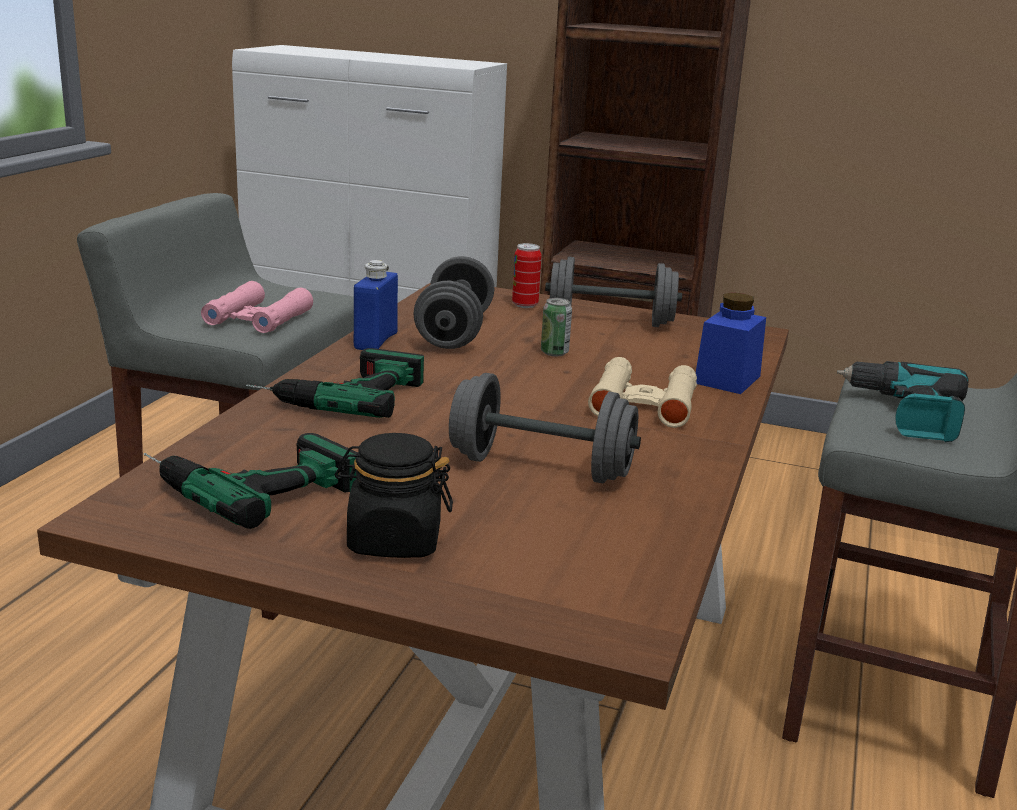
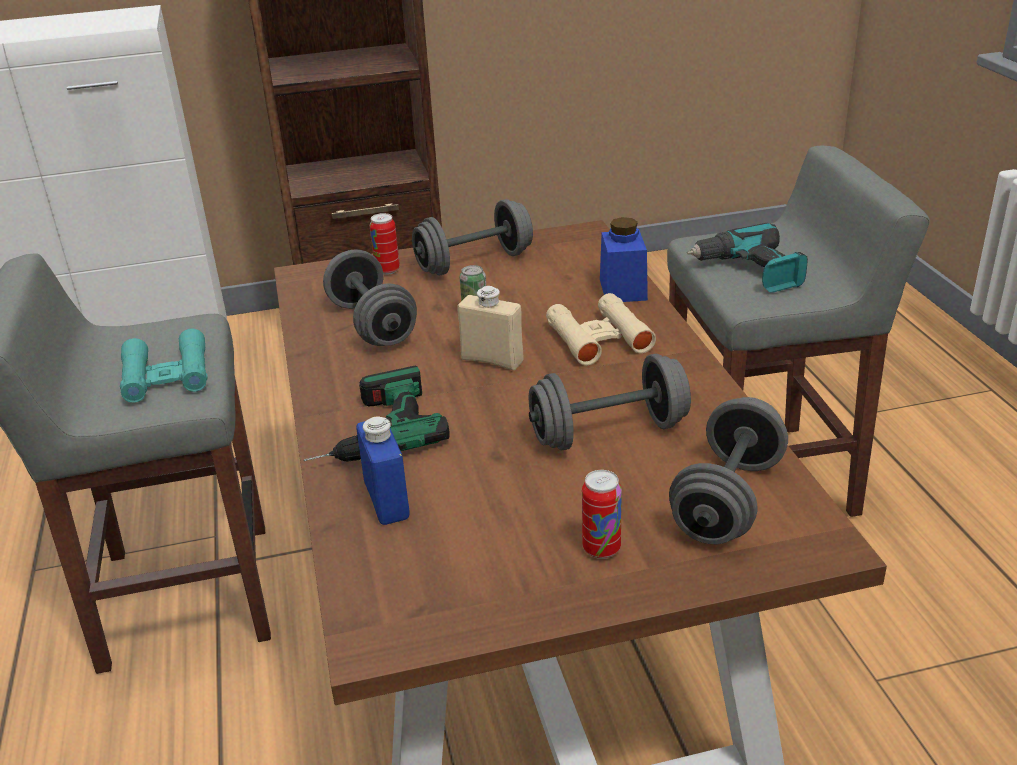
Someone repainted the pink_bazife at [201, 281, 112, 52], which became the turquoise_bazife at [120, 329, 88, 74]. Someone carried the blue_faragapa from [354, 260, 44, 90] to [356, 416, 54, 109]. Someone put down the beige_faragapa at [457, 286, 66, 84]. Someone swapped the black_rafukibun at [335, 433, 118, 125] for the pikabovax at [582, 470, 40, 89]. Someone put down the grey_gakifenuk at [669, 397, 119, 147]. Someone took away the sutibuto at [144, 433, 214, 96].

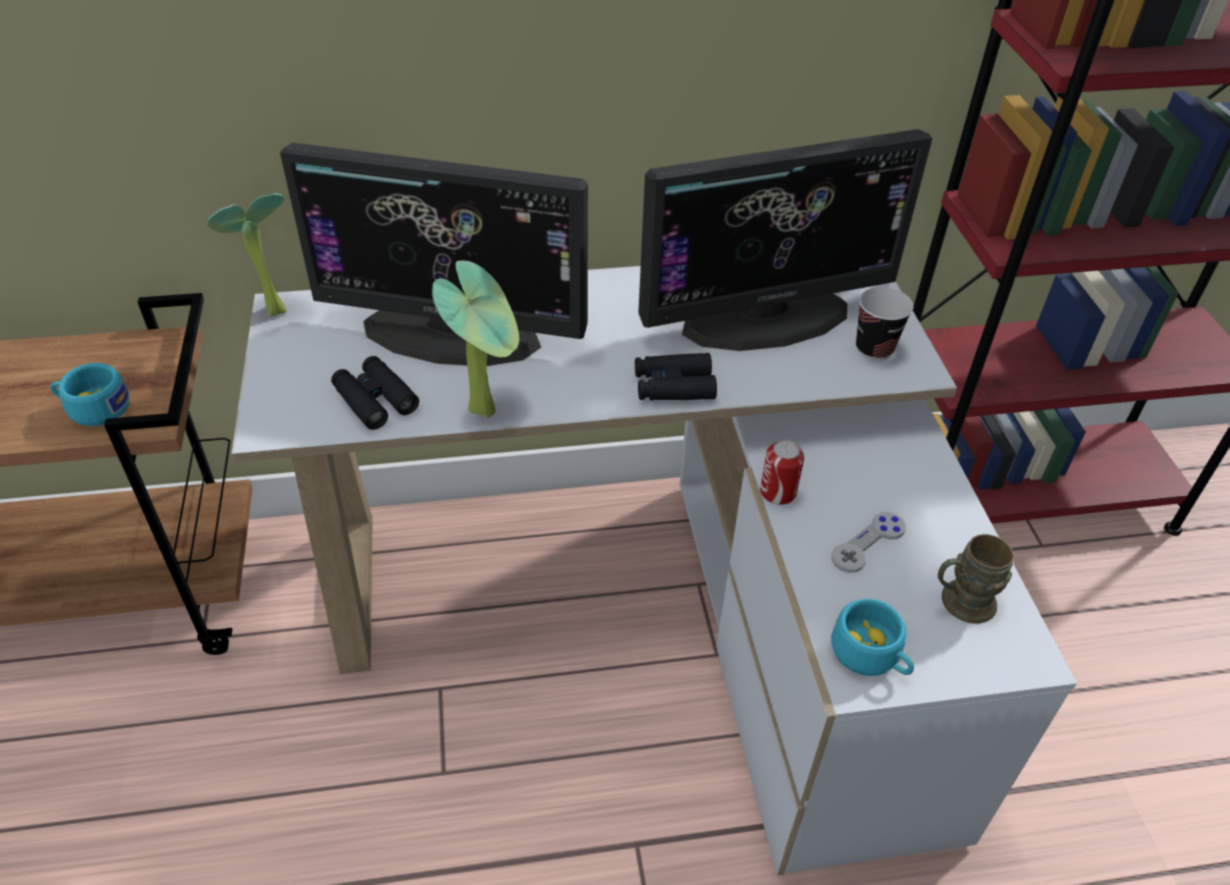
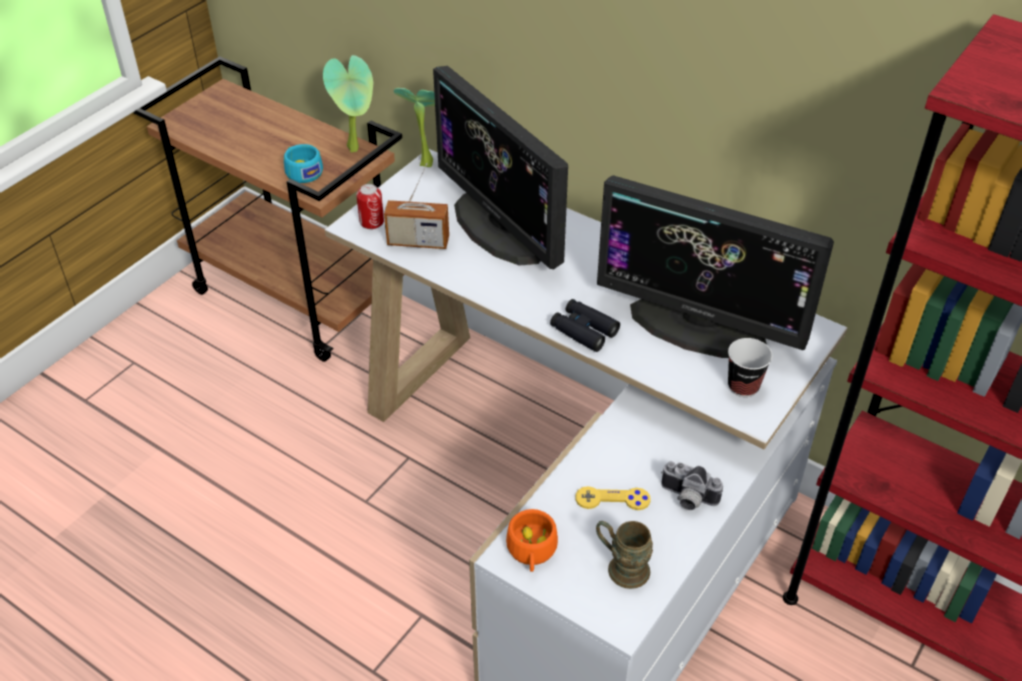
Someone carried the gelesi from [432, 261, 87, 157] to [323, 55, 50, 97]. Someone carried the pikabovax from [760, 440, 44, 65] to [356, 184, 28, 45]. Someone swapped the black_bazife at [331, 356, 88, 74] for the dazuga at [384, 163, 65, 86]. Someone repainted the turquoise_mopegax at [831, 599, 83, 77], which became the orange_mopegax at [506, 509, 52, 63]. Someone repainted the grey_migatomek at [832, 512, 74, 61], which became the yellow_migatomek at [576, 486, 75, 24]. Someone put down the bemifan at [661, 462, 62, 48].

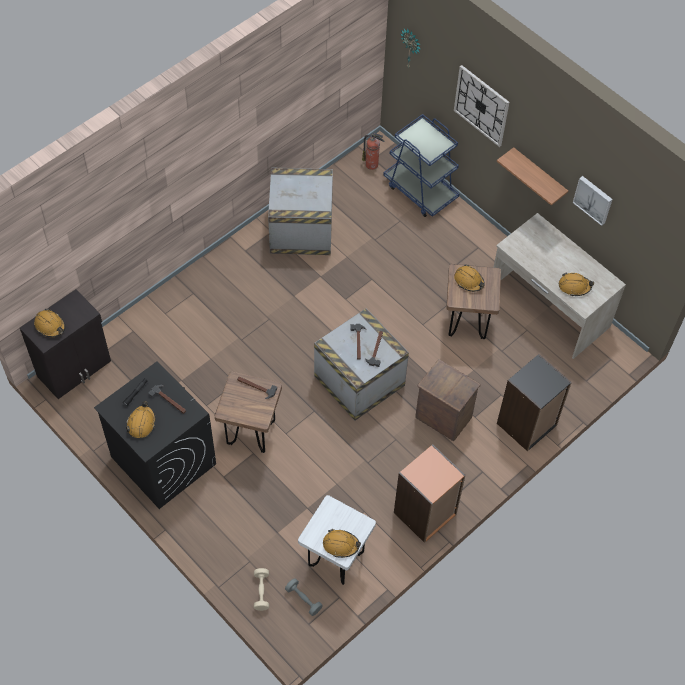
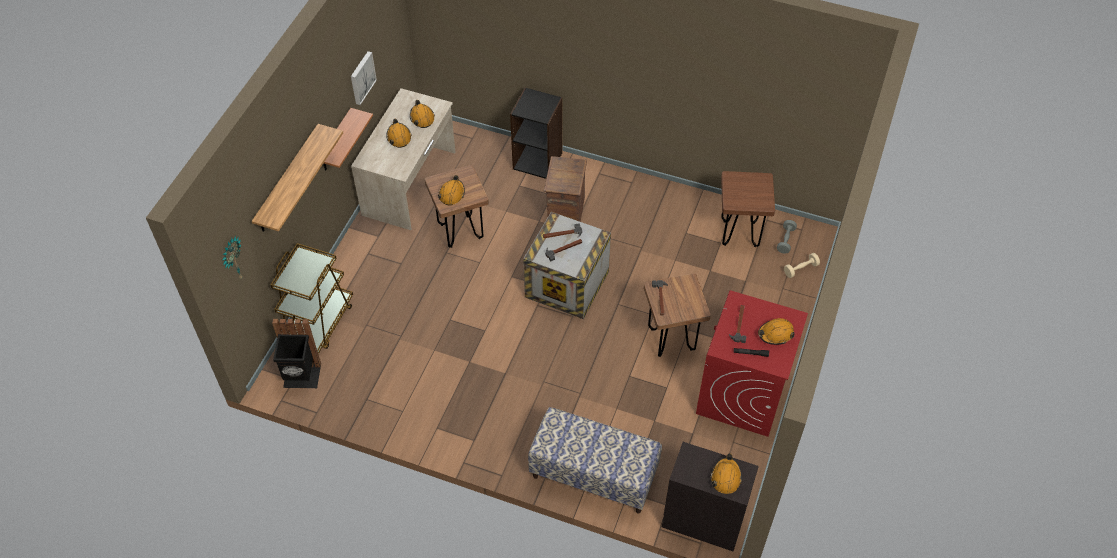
Someone swapped the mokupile at [454, 65, 55, 82] for the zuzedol at [252, 124, 91, 108]. Someone repainted the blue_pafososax at [383, 114, 76, 103], which became the brown_pafososax at [270, 243, 83, 111]. Someone swapped the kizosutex at [362, 133, 23, 37] for the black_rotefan at [272, 319, 49, 69]. Someone carried the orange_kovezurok from [323, 529, 38, 29] to [386, 119, 26, 29]. Someone put down the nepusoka at [528, 407, 134, 107]. Someone repainted the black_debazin at [94, 361, 122, 148], which became the red_debazin at [696, 290, 112, 147]. Someone repainted the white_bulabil at [298, 495, 78, 90], which became the brown_bulabil at [721, 171, 54, 76]. Someone took away the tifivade at [268, 167, 65, 88]. Someone took away the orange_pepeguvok at [394, 444, 72, 99].

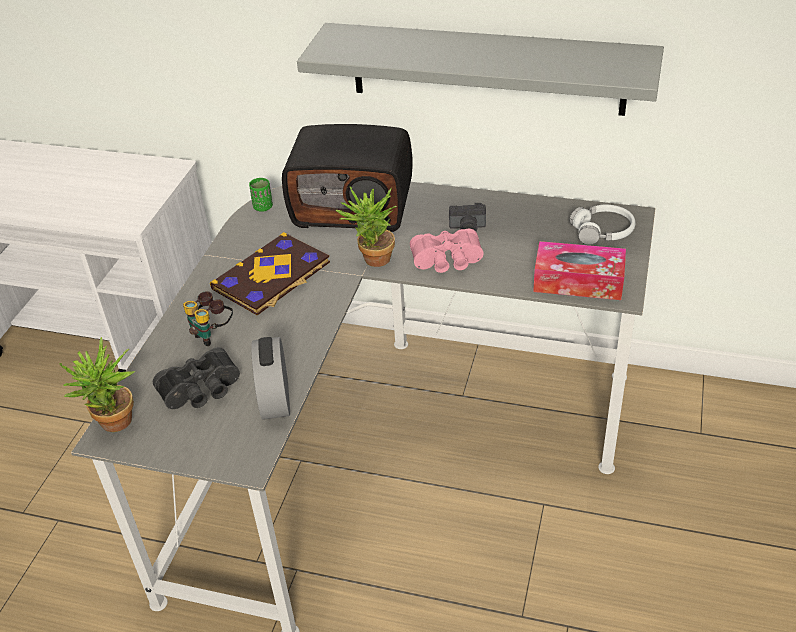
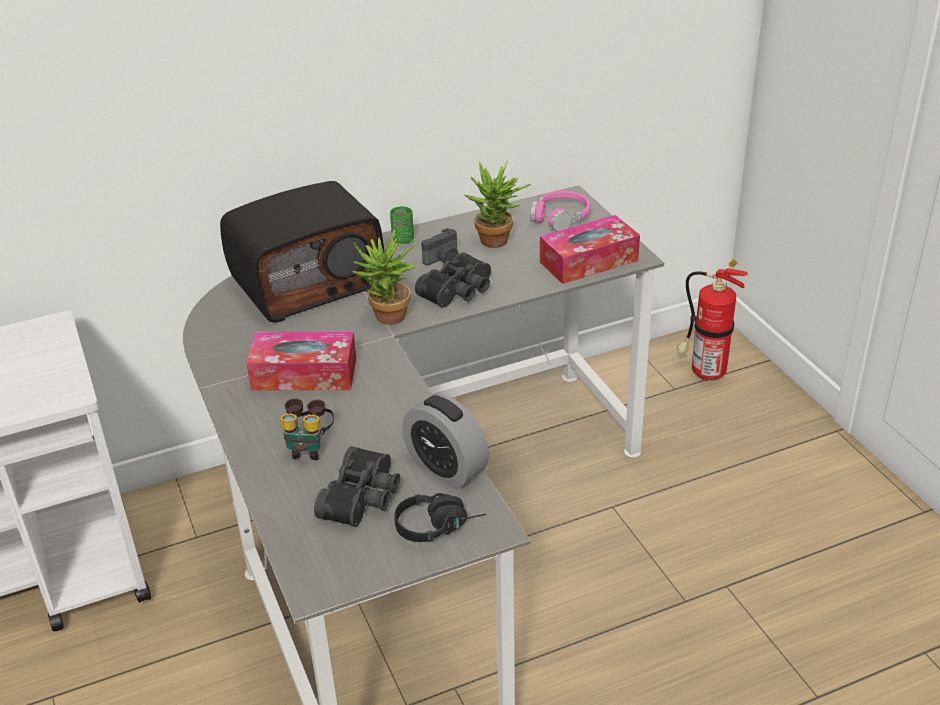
Someone swapped the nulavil at [210, 232, 120, 84] for the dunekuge at [246, 331, 110, 60]. Someone carried the green_mopegax from [249, 178, 24, 34] to [390, 206, 24, 38]. Someone put down the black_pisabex at [394, 493, 92, 49]. Someone repainted the pink_bazife at [410, 229, 74, 44], which became the black_bazife at [415, 252, 76, 56]. Someone carried the gelesi from [59, 337, 76, 95] to [465, 161, 66, 87]. Someone repainted the white_pisabex at [570, 205, 65, 40], which became the pink_pisabex at [530, 191, 61, 40]. Someone put down the kizosutex at [677, 259, 71, 122]. Someone took away the grey_zuzedol at [297, 23, 367, 93].

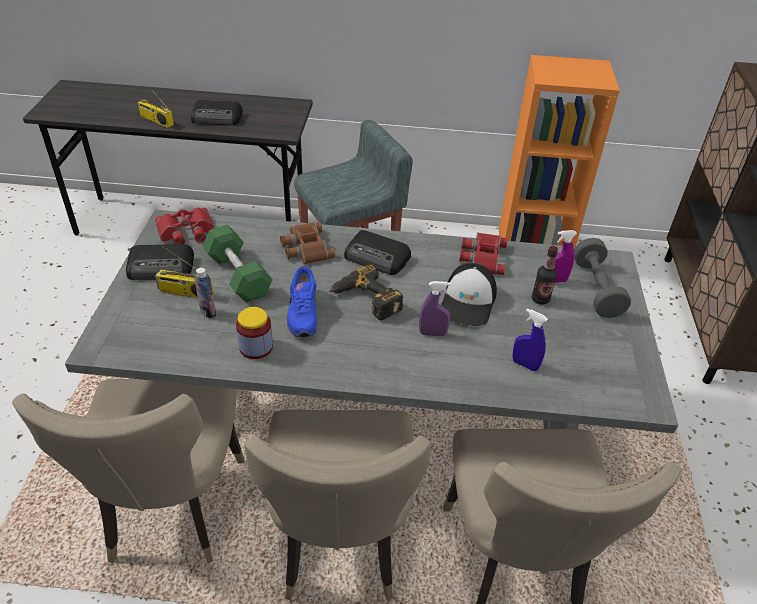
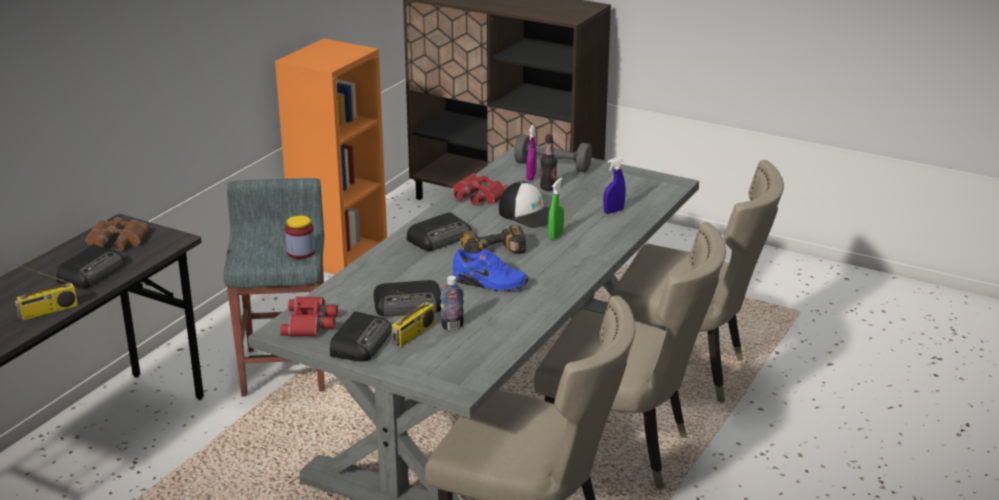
Someone carried the brown_bazife from [280, 222, 55, 42] to [85, 217, 64, 34]. Someone carried the rafukibun from [236, 307, 37, 52] to [285, 215, 30, 44]. Someone swapped the green_gakifenuk at [202, 225, 71, 78] for the dazuga at [373, 280, 68, 36]. Someone repainted the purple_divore at [419, 281, 32, 55], which became the green_divore at [548, 178, 16, 62].

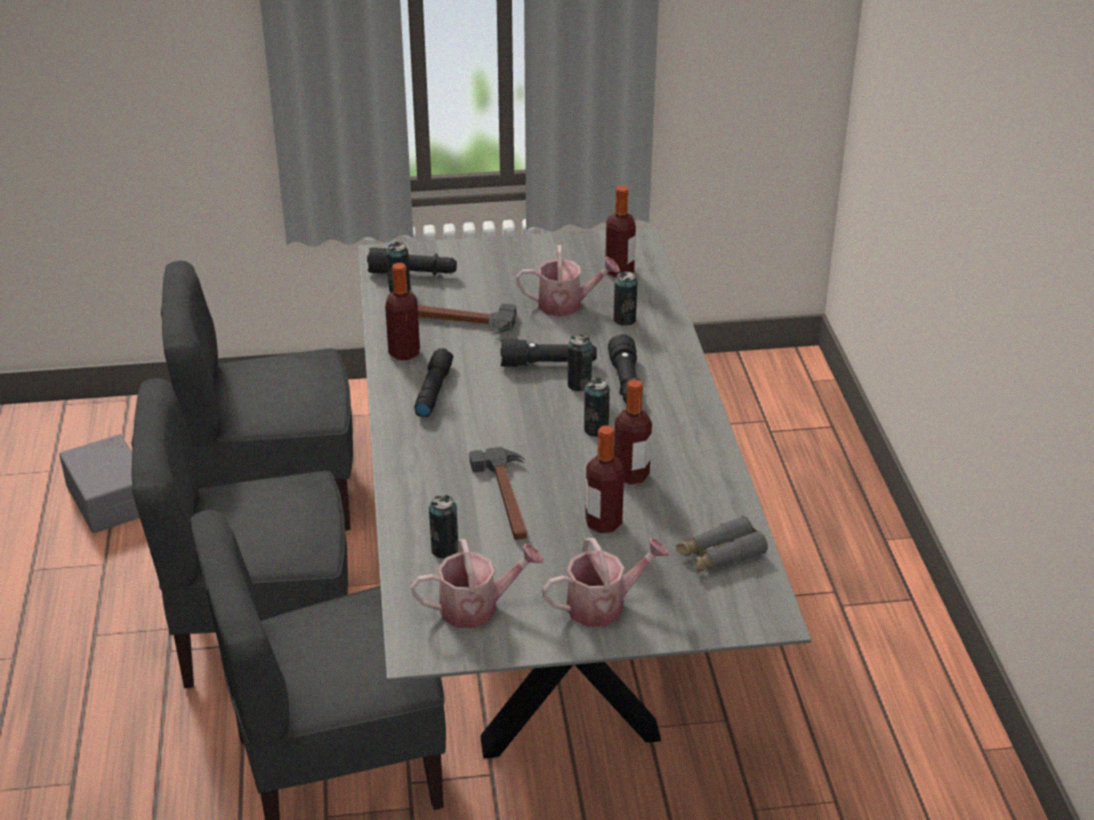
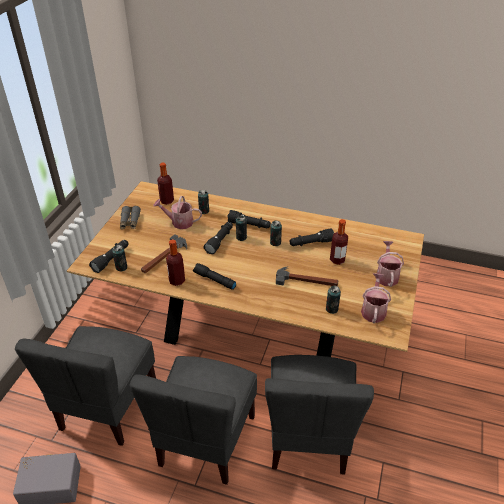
Someone repainted the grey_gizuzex at [358, 226, 453, 532], which became the brown_gizuzex at [67, 181, 357, 176]. Someone carried the grey_bazife from [676, 516, 92, 56] to [120, 206, 21, 23]. Someone rotated the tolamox at [516, 245, 104, 72] by 105 degrees counterclockwise. Someone swapped the faragapa at [614, 379, 38, 106] for the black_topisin at [289, 228, 45, 18].

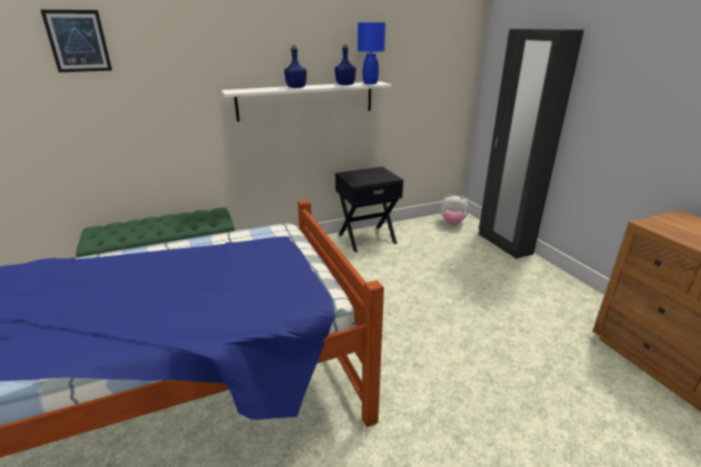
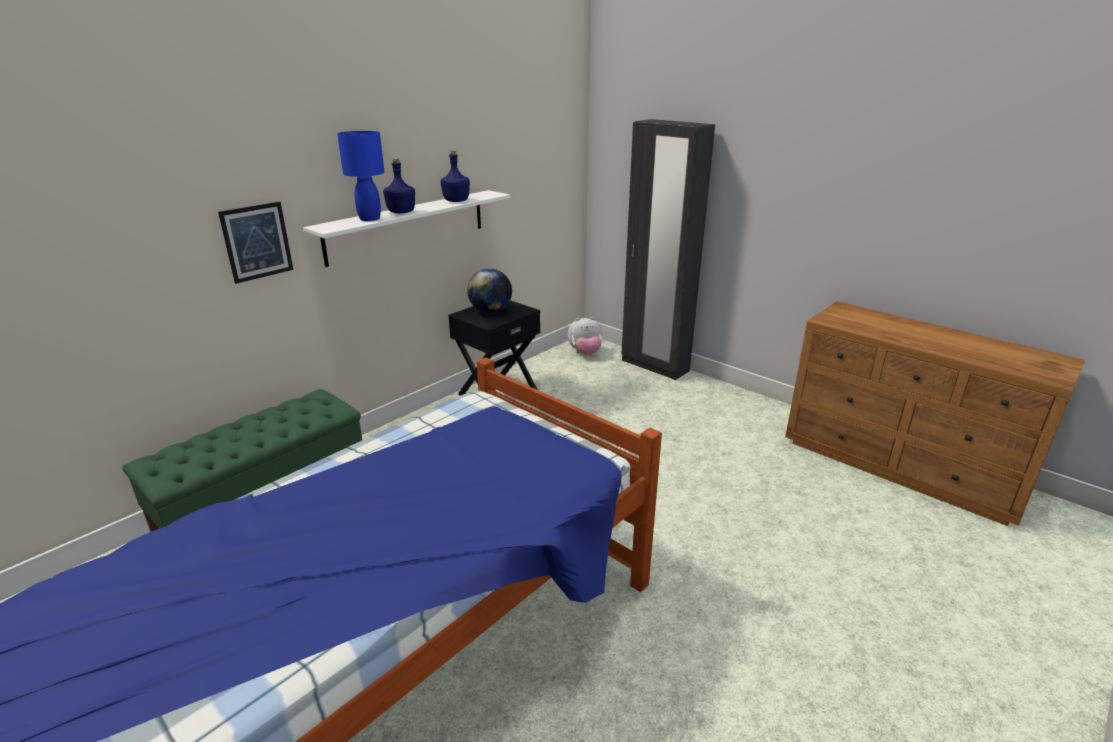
Someone carried the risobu from [41, 10, 71, 62] to [218, 201, 75, 83]. Someone carried the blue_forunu from [358, 22, 28, 62] to [337, 131, 47, 90]. Someone put down the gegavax at [467, 268, 45, 45].

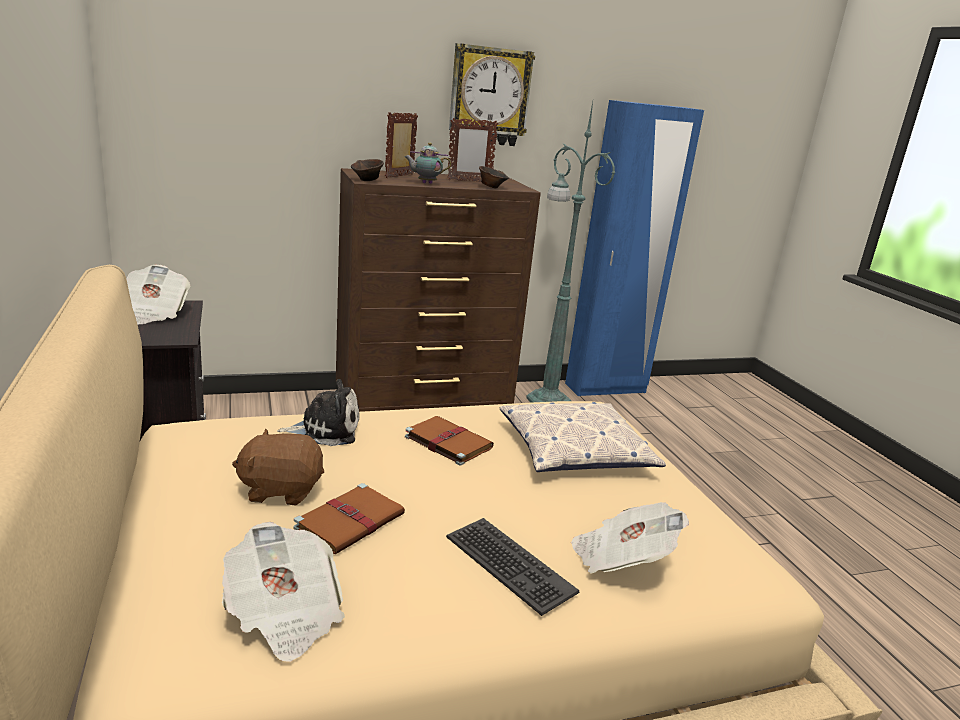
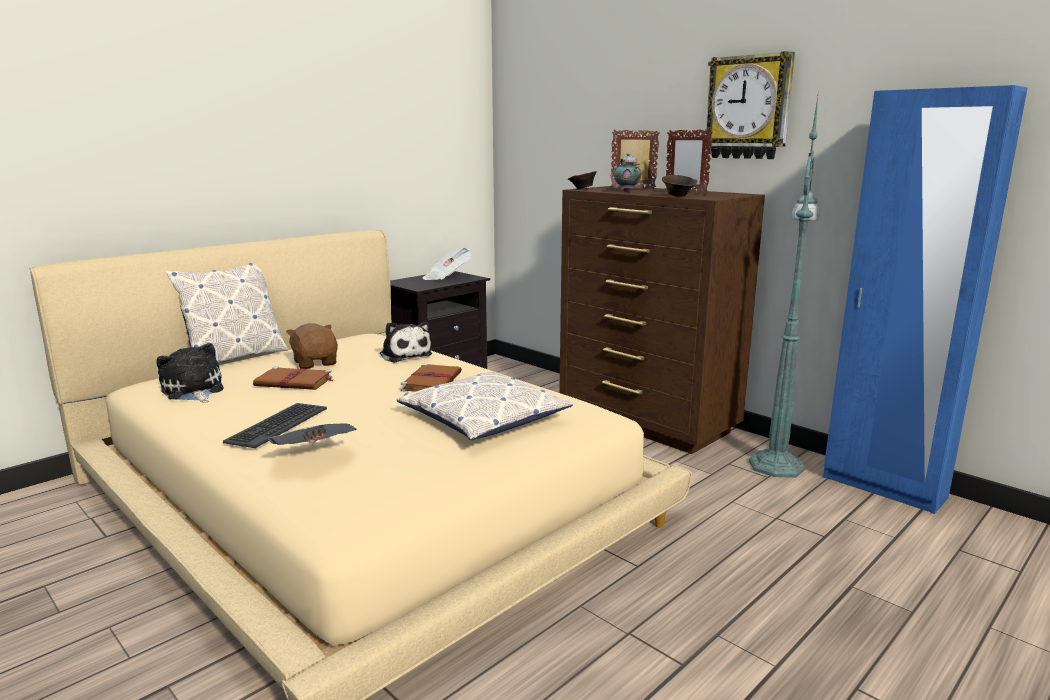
Someone swapped the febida at [222, 522, 123, 140] for the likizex at [156, 343, 67, 59]. Someone put down the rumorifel at [166, 263, 122, 100].

